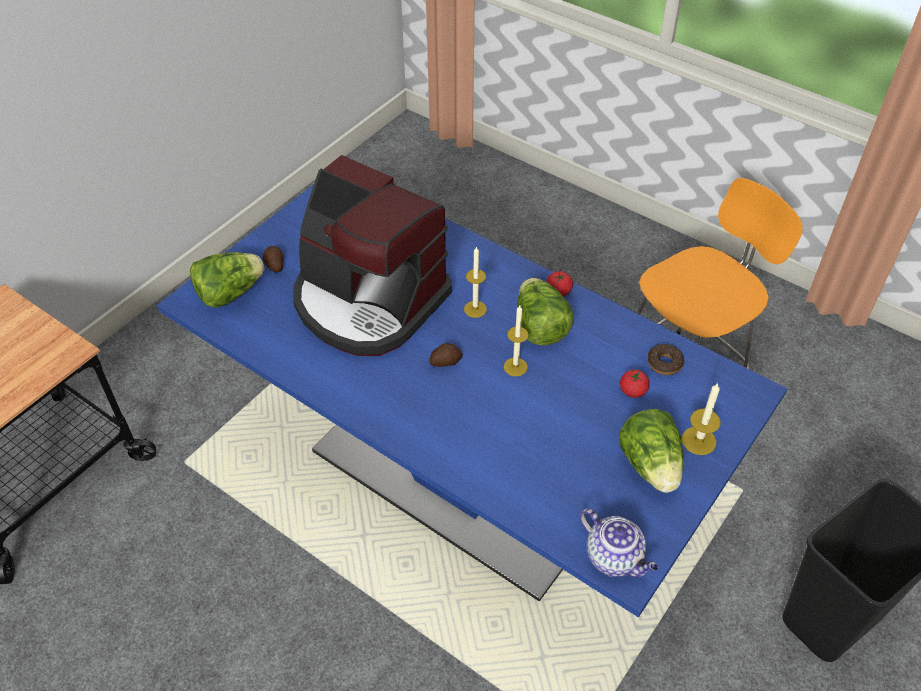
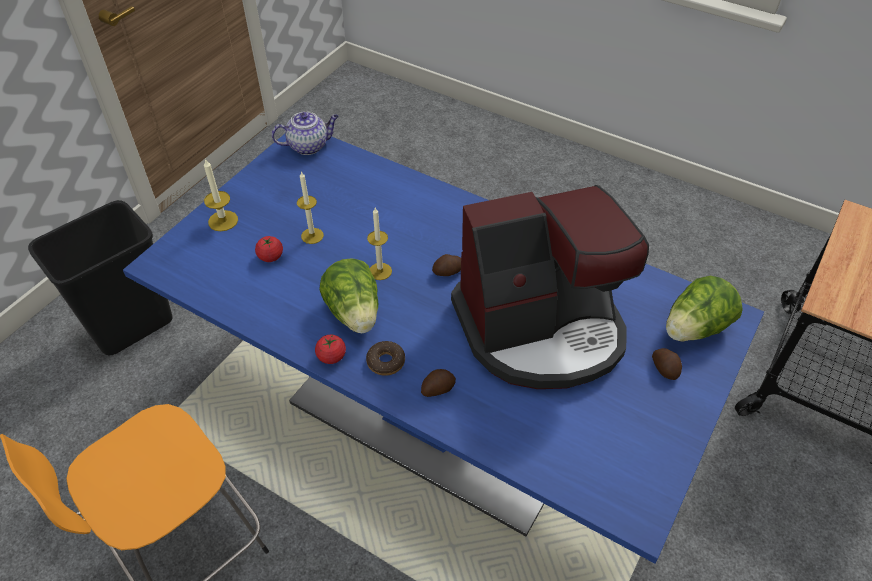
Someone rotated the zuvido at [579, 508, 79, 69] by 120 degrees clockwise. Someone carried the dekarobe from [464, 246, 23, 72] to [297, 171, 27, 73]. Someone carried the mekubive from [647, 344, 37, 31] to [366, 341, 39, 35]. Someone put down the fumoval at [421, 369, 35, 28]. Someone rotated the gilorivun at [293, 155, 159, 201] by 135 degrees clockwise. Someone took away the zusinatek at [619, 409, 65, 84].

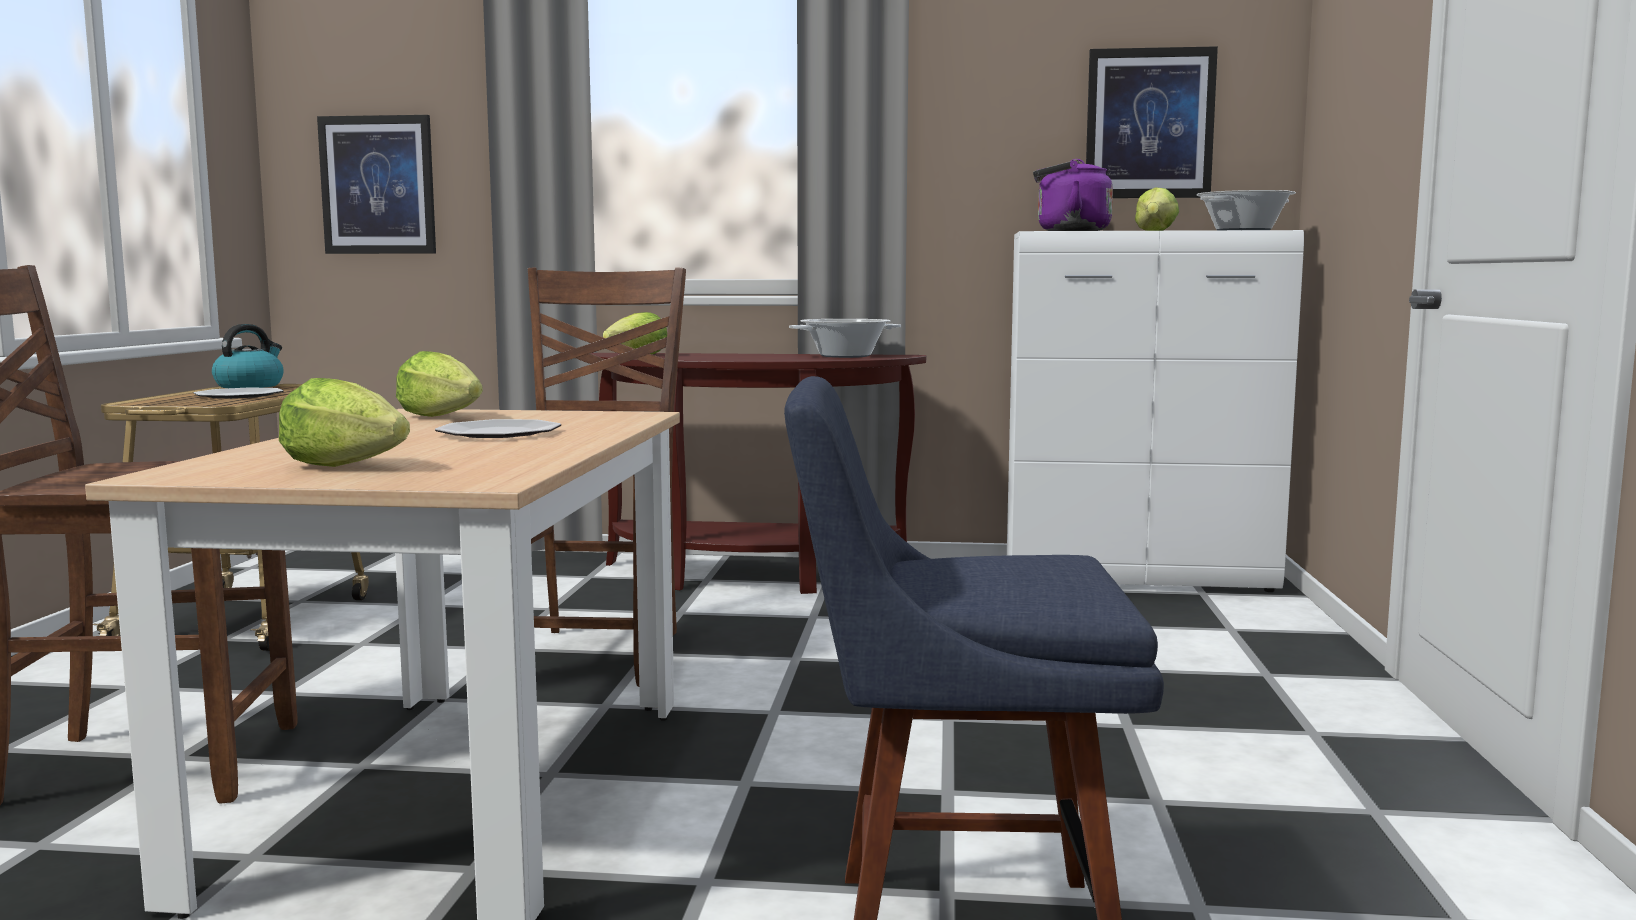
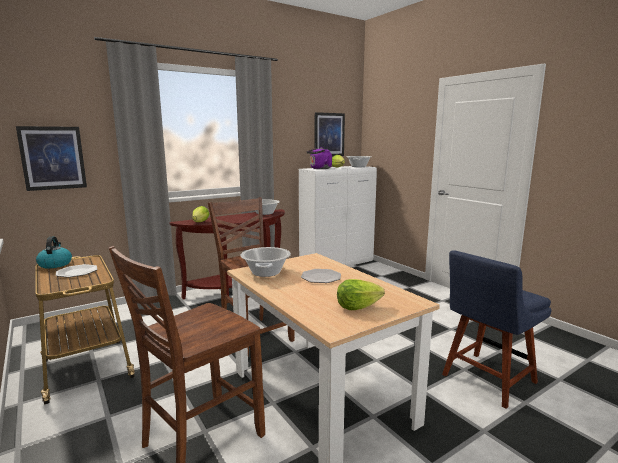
Someone swapped the zusinatek at [396, 351, 87, 66] for the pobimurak at [240, 247, 51, 30].

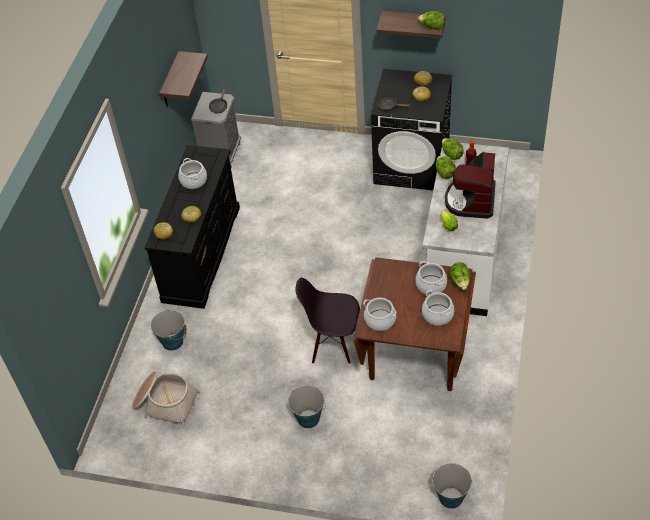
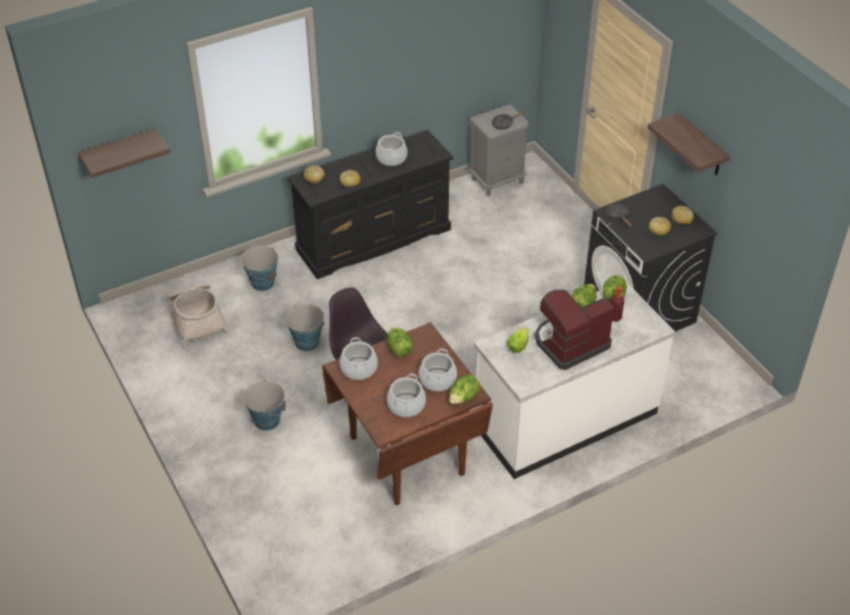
Someone carried the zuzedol from [159, 51, 49, 55] to [78, 129, 92, 49]. Someone carried the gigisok from [432, 463, 40, 46] to [285, 304, 40, 47]. Someone carried the zusinatek from [418, 11, 27, 19] to [387, 327, 26, 30].

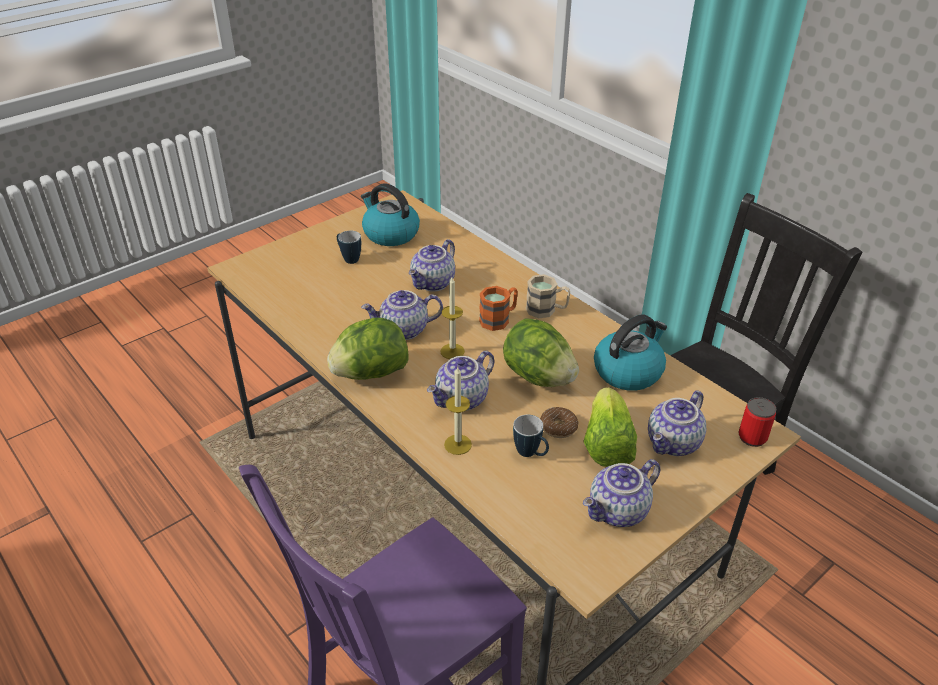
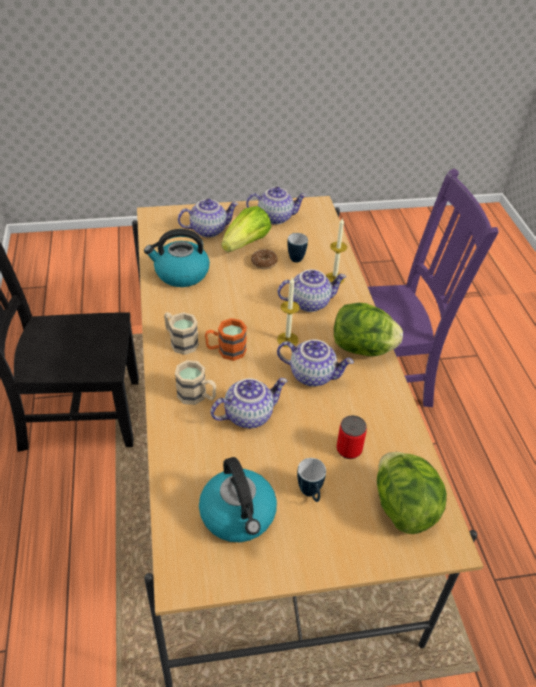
Someone put down the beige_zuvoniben at [175, 360, 41, 45]. Someone carried the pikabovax from [739, 397, 37, 50] to [336, 415, 31, 44]. Someone carried the zusinatek from [503, 318, 76, 69] to [377, 452, 70, 82].

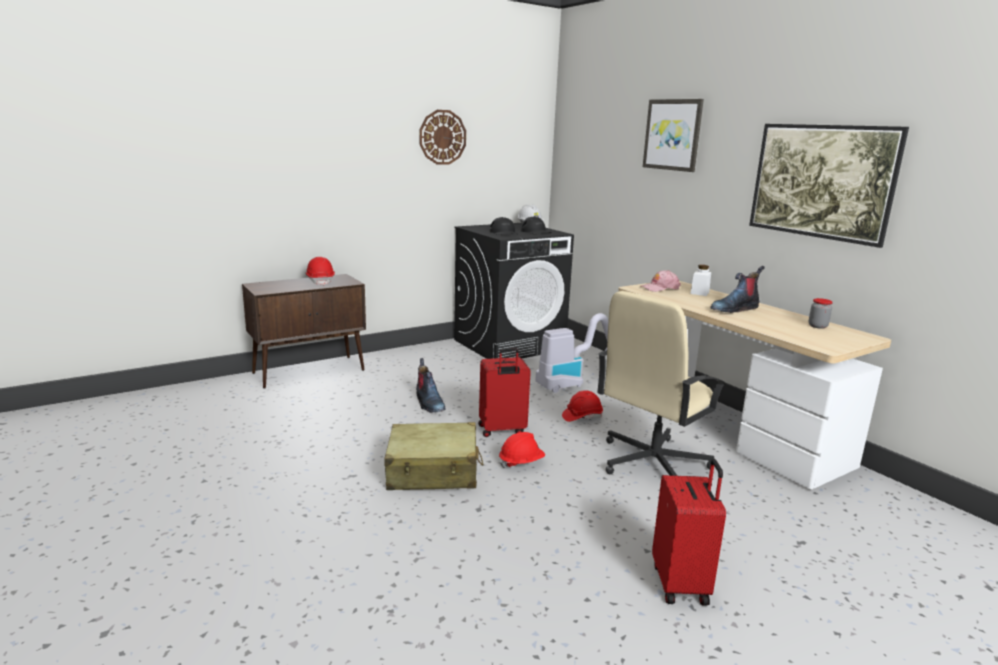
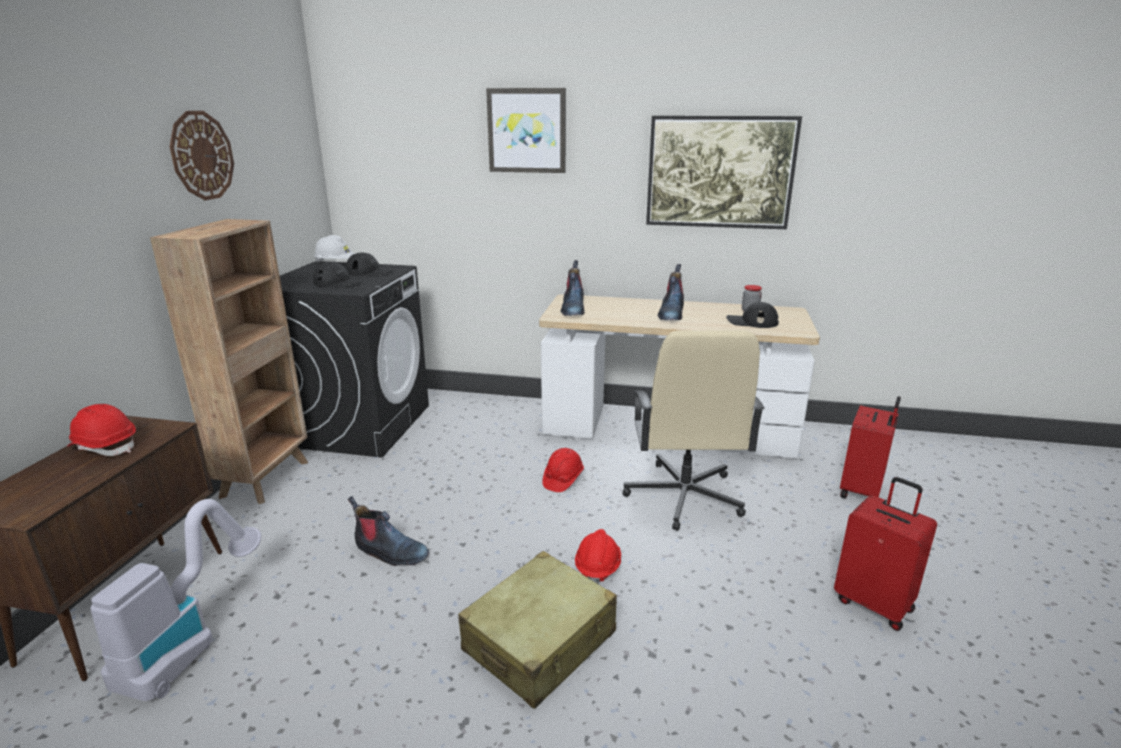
Someone carried the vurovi from [535, 313, 74, 80] to [90, 499, 171, 202]. Someone put down the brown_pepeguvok at [150, 219, 158, 285]. Someone swapped the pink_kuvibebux at [642, 270, 39, 22] for the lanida at [561, 260, 24, 56]. Someone put down the black_kuvibebux at [726, 302, 53, 26]. Someone carried the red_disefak from [478, 348, 53, 89] to [840, 396, 61, 103]. Someone took away the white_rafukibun at [690, 265, 21, 31].

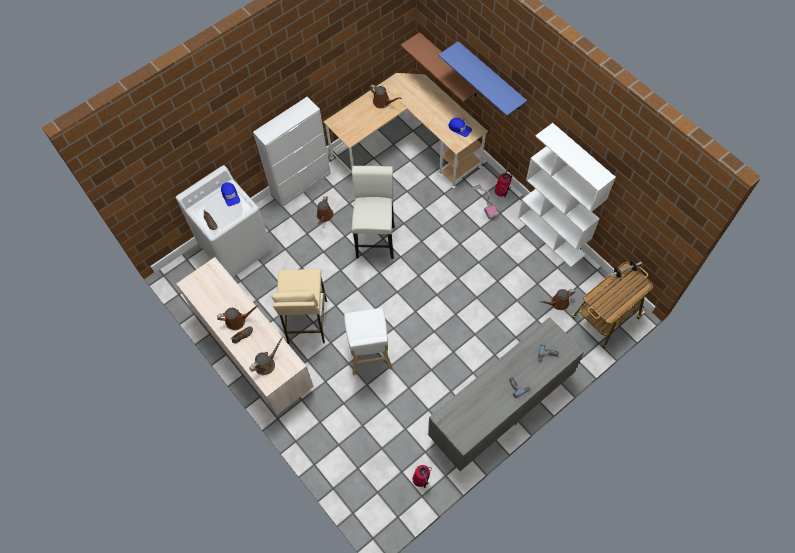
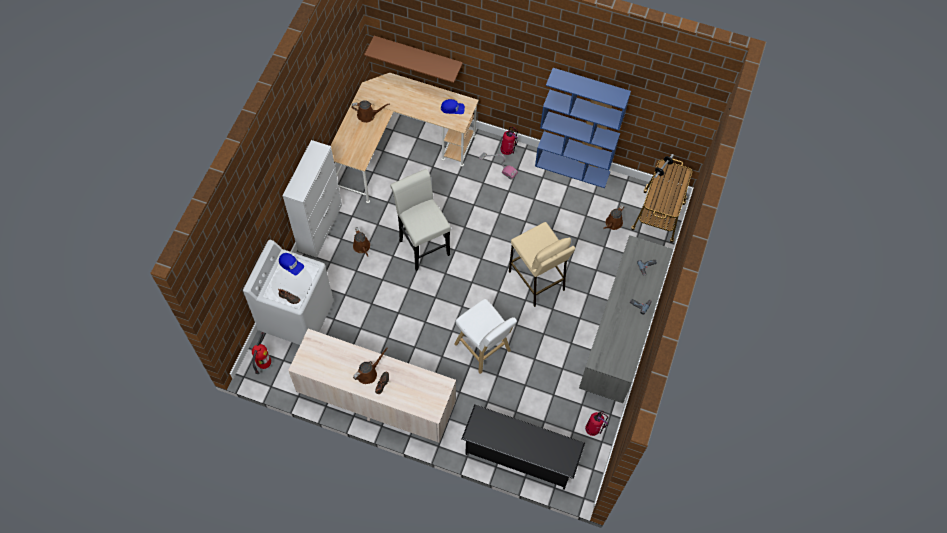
Someone put down the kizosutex at [252, 332, 19, 42]. Someone put down the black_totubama at [462, 404, 123, 86]. Someone carried the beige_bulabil from [271, 269, 56, 75] to [509, 222, 66, 85]. Someone repainted the white_pepeguvok at [518, 123, 98, 144], which became the blue_pepeguvok at [535, 68, 96, 120]. Someone took away the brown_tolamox at [249, 337, 35, 38]. Someone took away the blue_zuzedol at [438, 41, 89, 75].

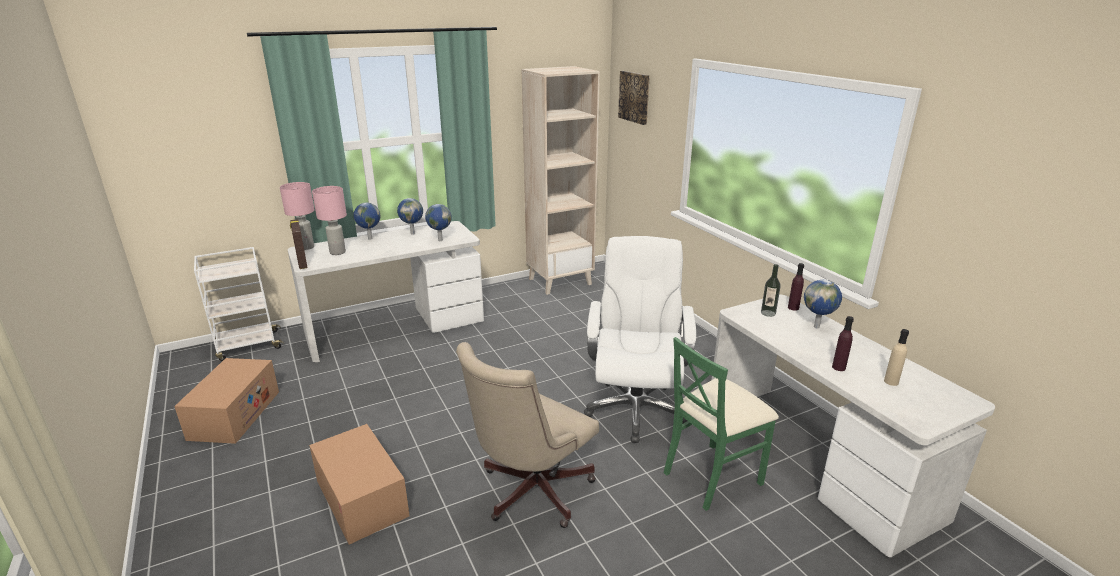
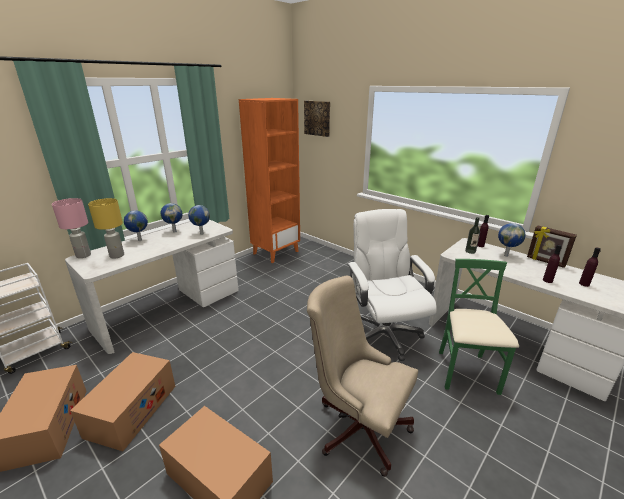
Someone put down the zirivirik at [70, 352, 105, 99]. Someone repainted the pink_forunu at [312, 186, 35, 69], which became the yellow_forunu at [88, 198, 36, 61]. Someone repainted the beige_pepeguvok at [522, 66, 78, 229], which became the orange_pepeguvok at [239, 98, 61, 165]. Someone rotated the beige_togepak at [456, 342, 143, 186] by 105 degrees clockwise. Someone rotated the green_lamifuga at [664, 337, 115, 174] by 150 degrees clockwise. Someone carried the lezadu from [290, 219, 18, 50] to [527, 225, 50, 43]. Someone repainted the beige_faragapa at [884, 329, 25, 57], which became the purple_faragapa at [579, 248, 22, 39].

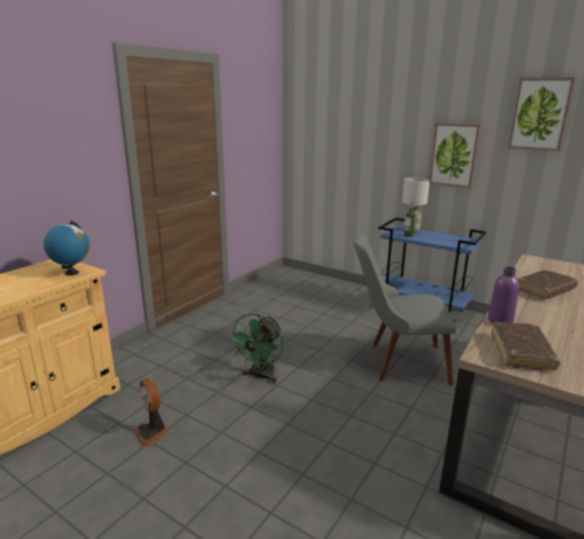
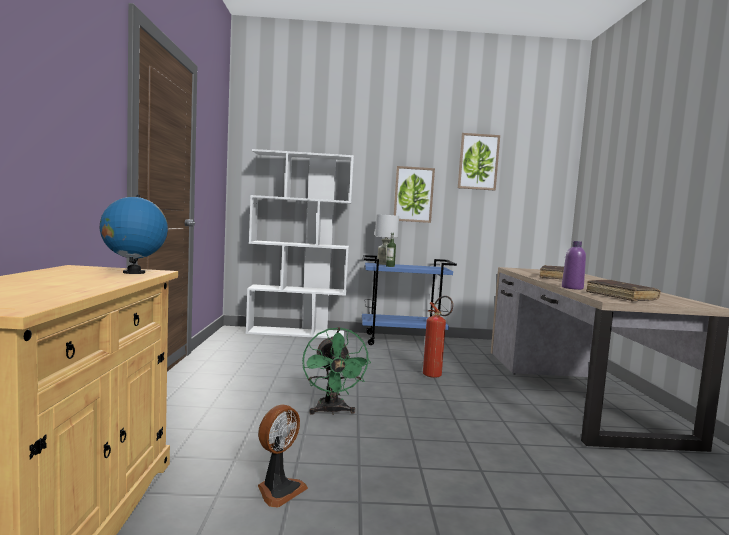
Someone put down the white_pepeguvok at [246, 149, 108, 189]. Someone rotated the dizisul at [134, 378, 34, 68] by 75 degrees counterclockwise. Someone swapped the grey_lamifuga at [354, 235, 102, 151] for the kizosutex at [423, 296, 30, 82].

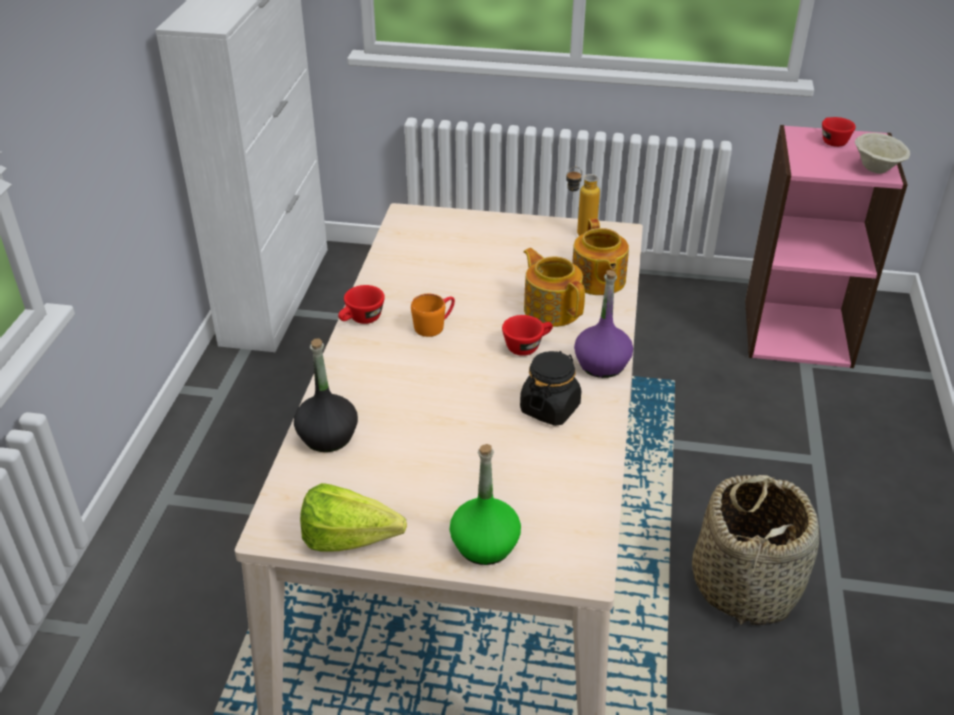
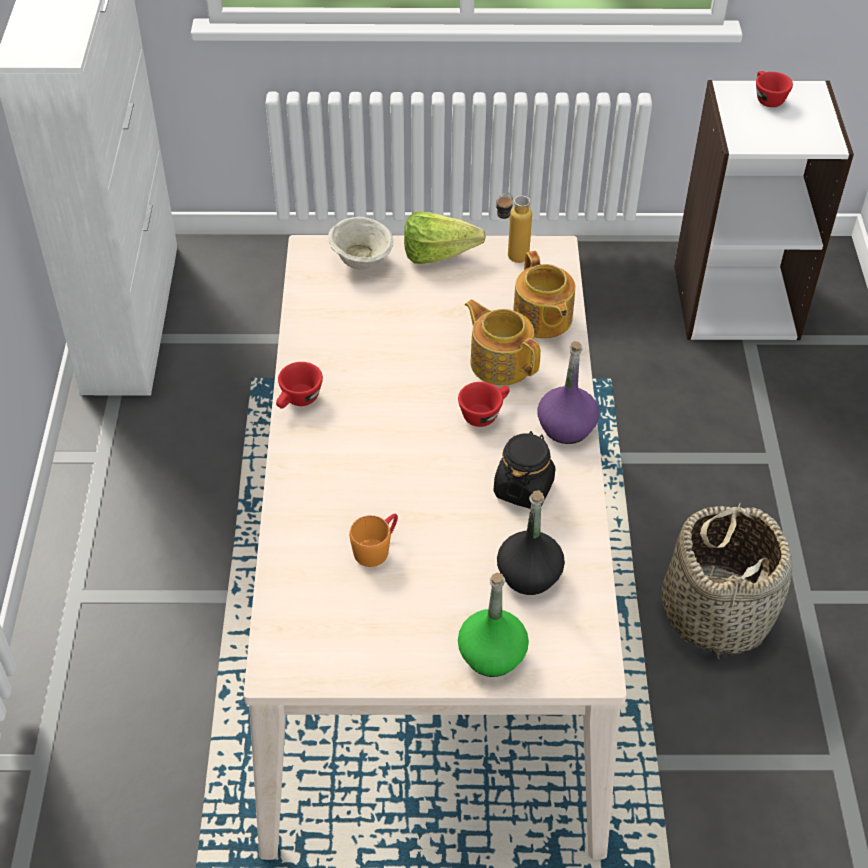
Someone carried the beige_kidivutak from [855, 133, 55, 41] to [328, 217, 66, 53]. Someone carried the orange_zuvoniben from [411, 294, 44, 43] to [349, 514, 49, 53]. Someone carried the zusinatek from [300, 483, 107, 68] to [404, 211, 82, 53]. Someone carried the black_faragapa from [294, 338, 64, 114] to [497, 490, 68, 105]. Someone repainted the pink_pepeguvok at [745, 125, 163, 243], which became the white_pepeguvok at [674, 80, 180, 260].

